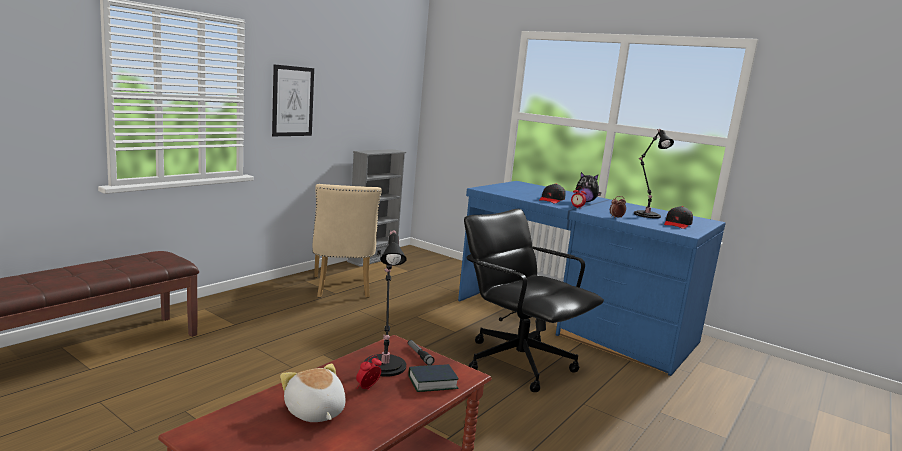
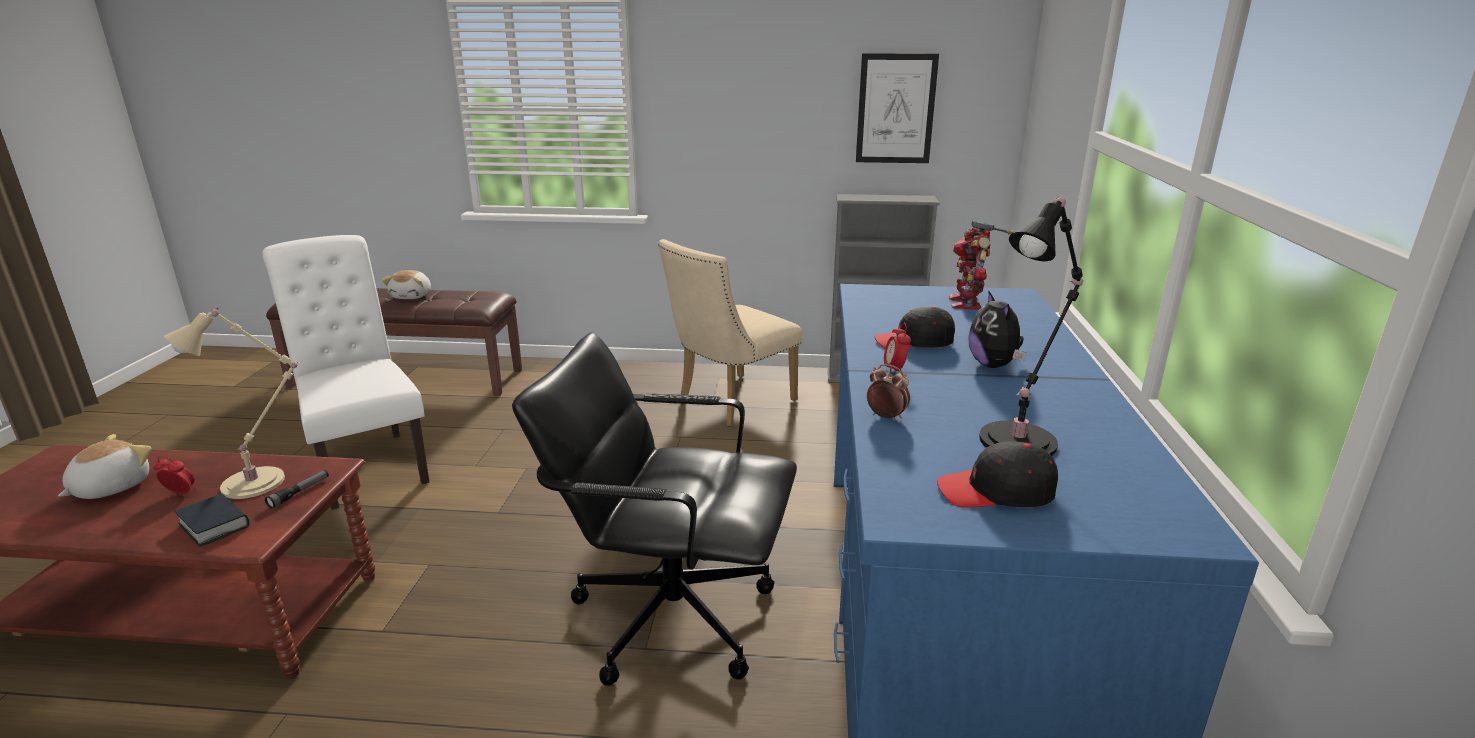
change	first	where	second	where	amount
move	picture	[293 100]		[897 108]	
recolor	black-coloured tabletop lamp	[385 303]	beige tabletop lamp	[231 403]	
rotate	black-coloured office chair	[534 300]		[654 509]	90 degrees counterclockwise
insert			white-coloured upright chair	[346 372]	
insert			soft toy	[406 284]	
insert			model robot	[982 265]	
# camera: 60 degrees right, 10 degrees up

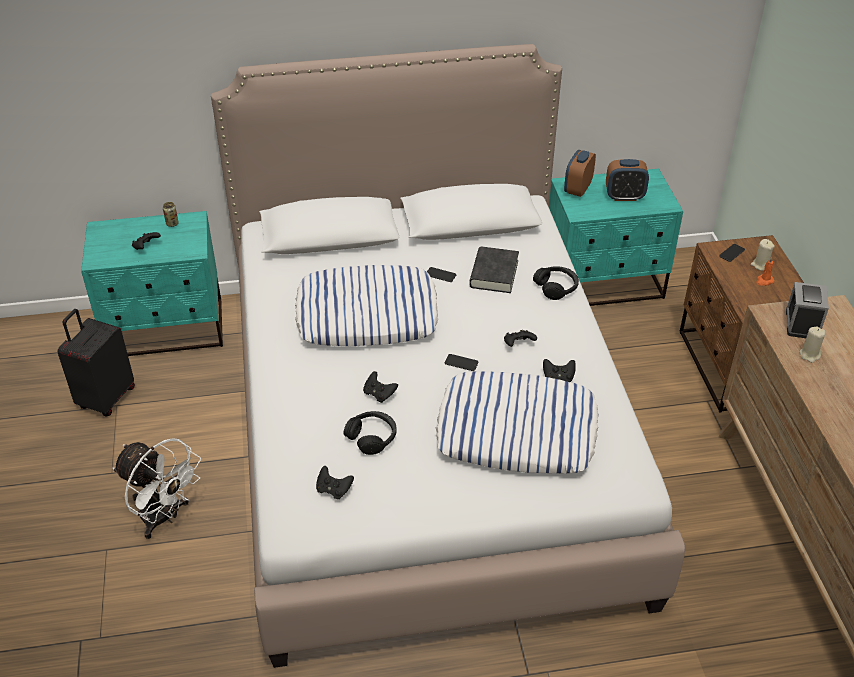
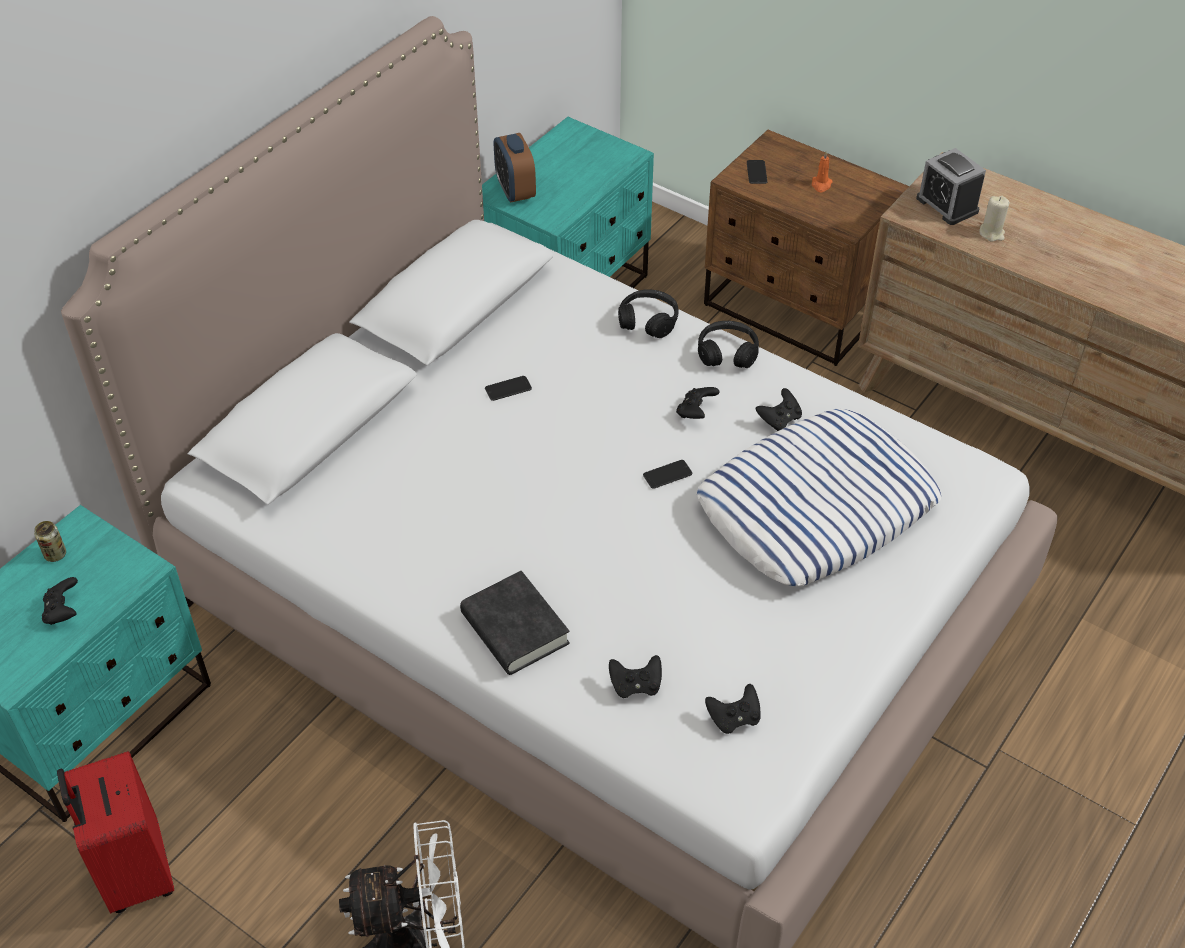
change	first	where	second	where	amount
recolor	black-coloured travel case	[96 362]	reddish travel case	[115 832]	
delete	pillow	[367 305]			
move	black-coloured headset	[370 433]		[728 344]	
move	black-coloured game controller	[380 387]		[635 676]	
move	black-coloured volume	[494 270]		[515 623]	
delete	alarm clock	[627 180]			
delete	beige wax candle	[763 255]			
# camera: 45 degrees left, 5 degrees up

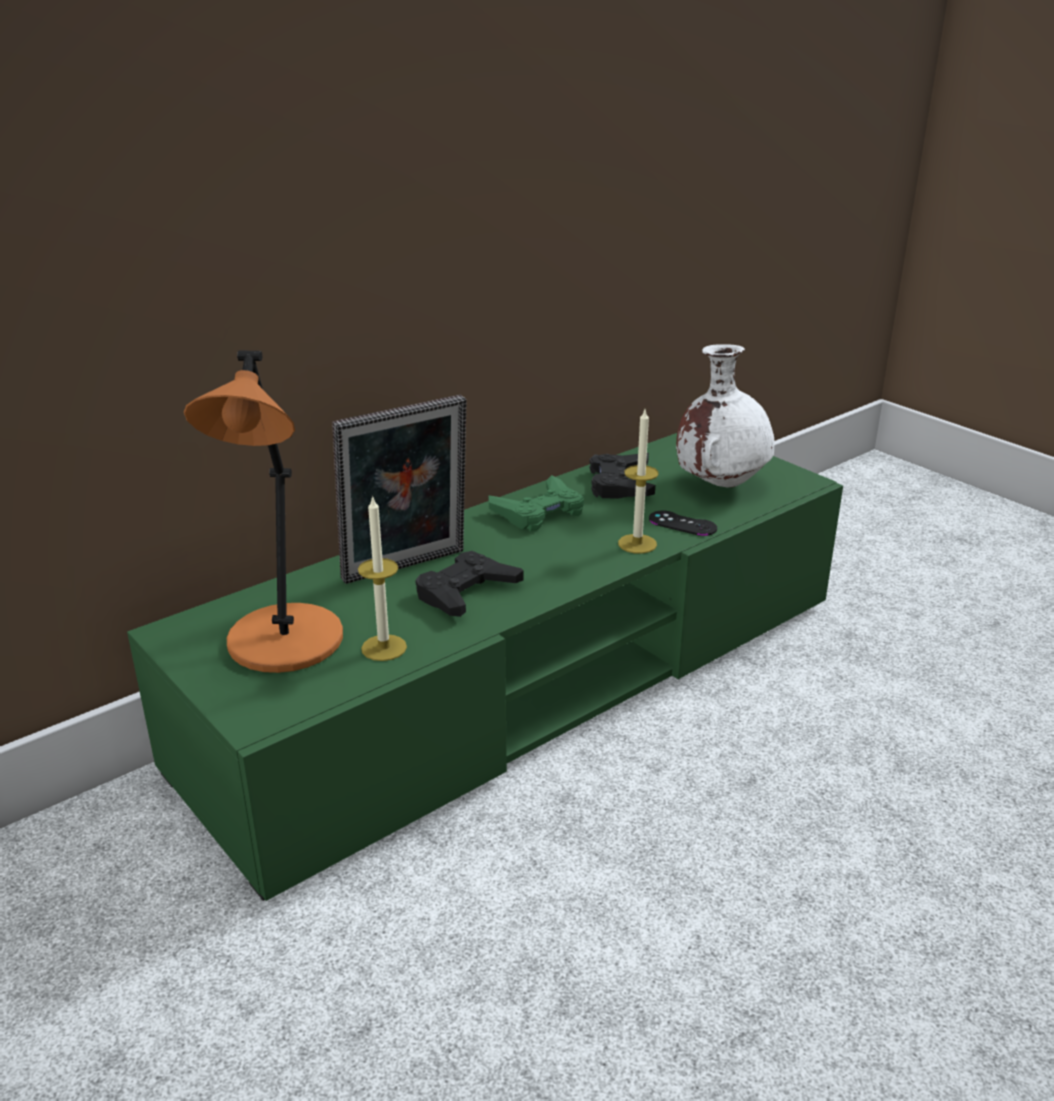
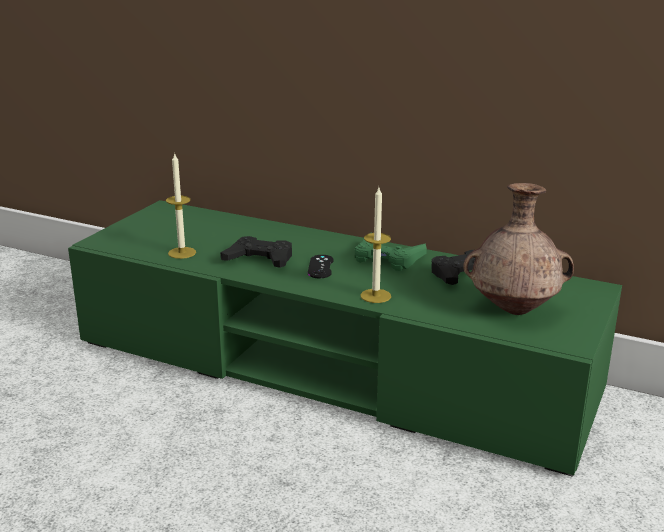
change	first	where	second	where	amount
delete	orangey tabletop lamp	[263 511]			
delete	picture frame	[399 489]			
move	black-coloured game controller	[683 523]		[321 266]	
recolor	white-coloured vase	[725 415]	brown vase	[518 249]	
# camera: 65 degrees right, 5 degrees down

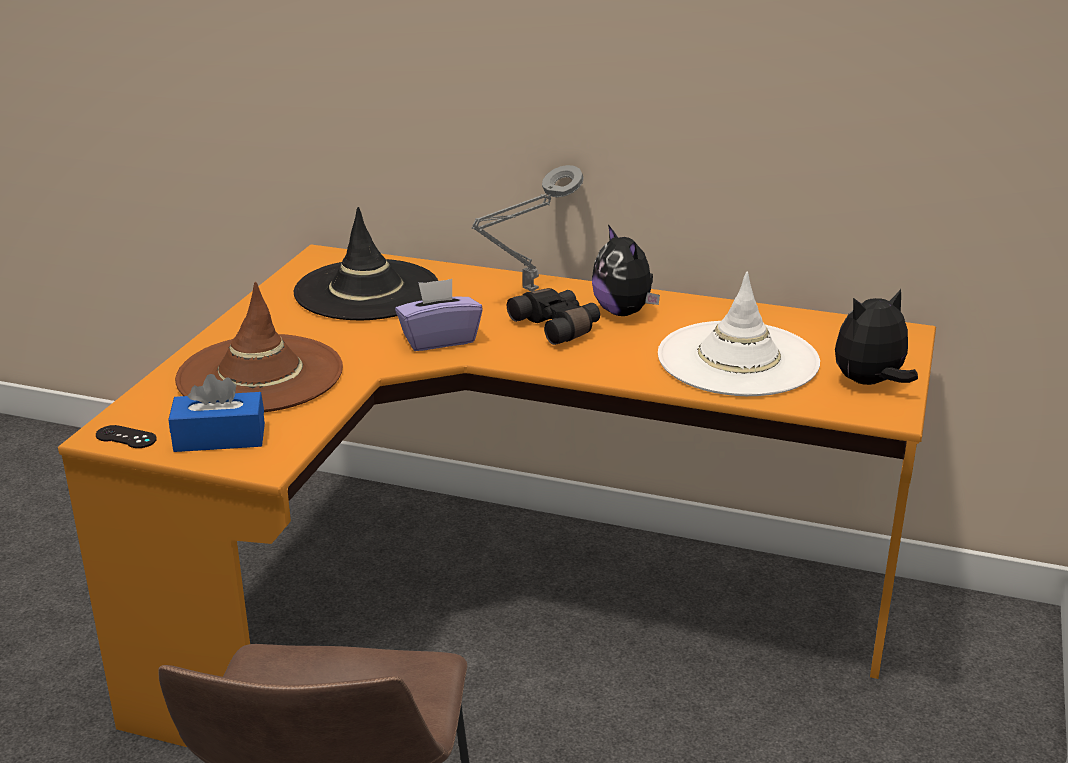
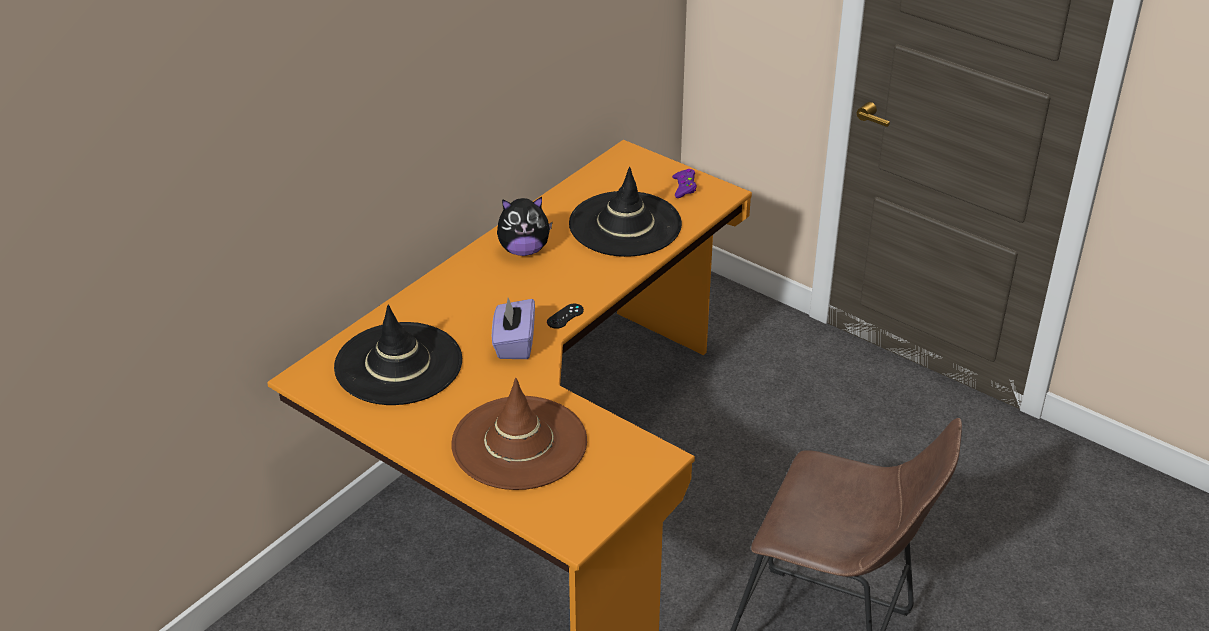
change	first	where	second	where	amount
move	black-coloured game controller	[126 436]		[565 316]	
delete	bluish tissue box	[216 413]			
delete	greyish tabletop lamp	[527 228]			
delete	black-coloured field glasses	[553 316]			
recolor	white-coloured clothing hat	[739 334]	black-coloured clothing hat	[625 212]	
replace	soft toy	[876 337]	purple game controller	[684 183]	
# camera: 70 degrees left, 10 degrees up

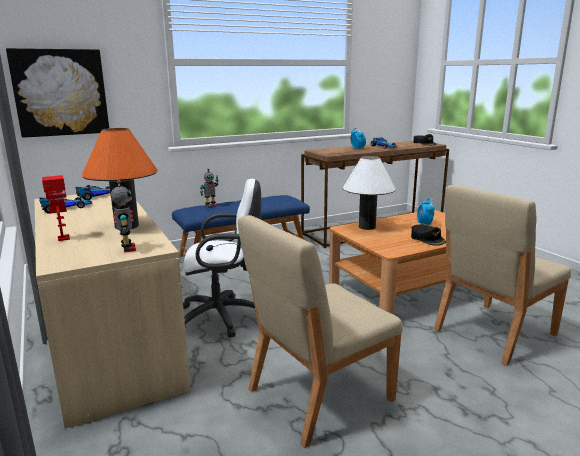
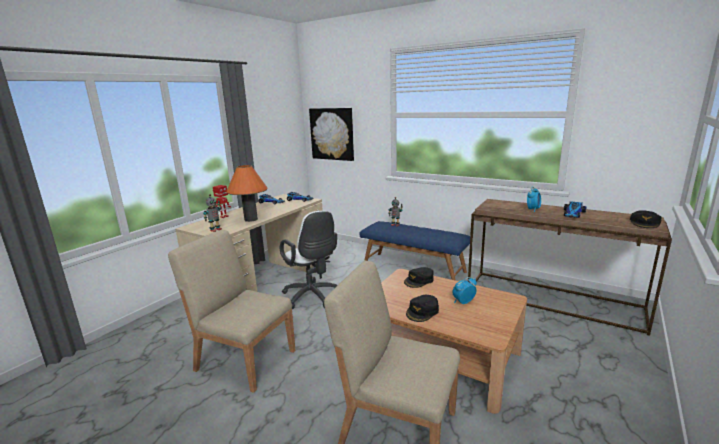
change	first	where	second	where	amount
replace	white-coloured tabletop lamp	[369 193]	black-coloured baseball cap	[419 277]	
# camera: 60 degrees right, 0 degrees up

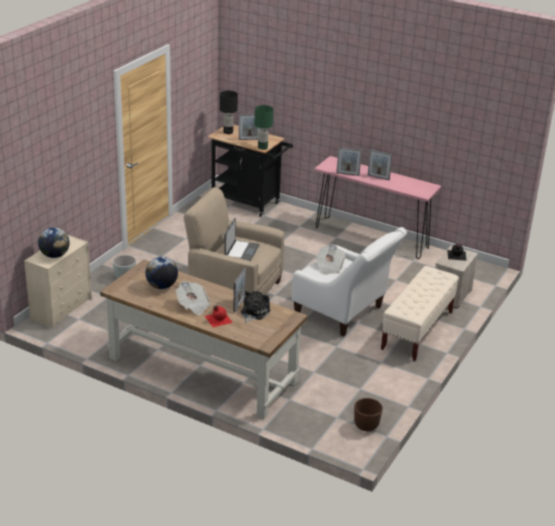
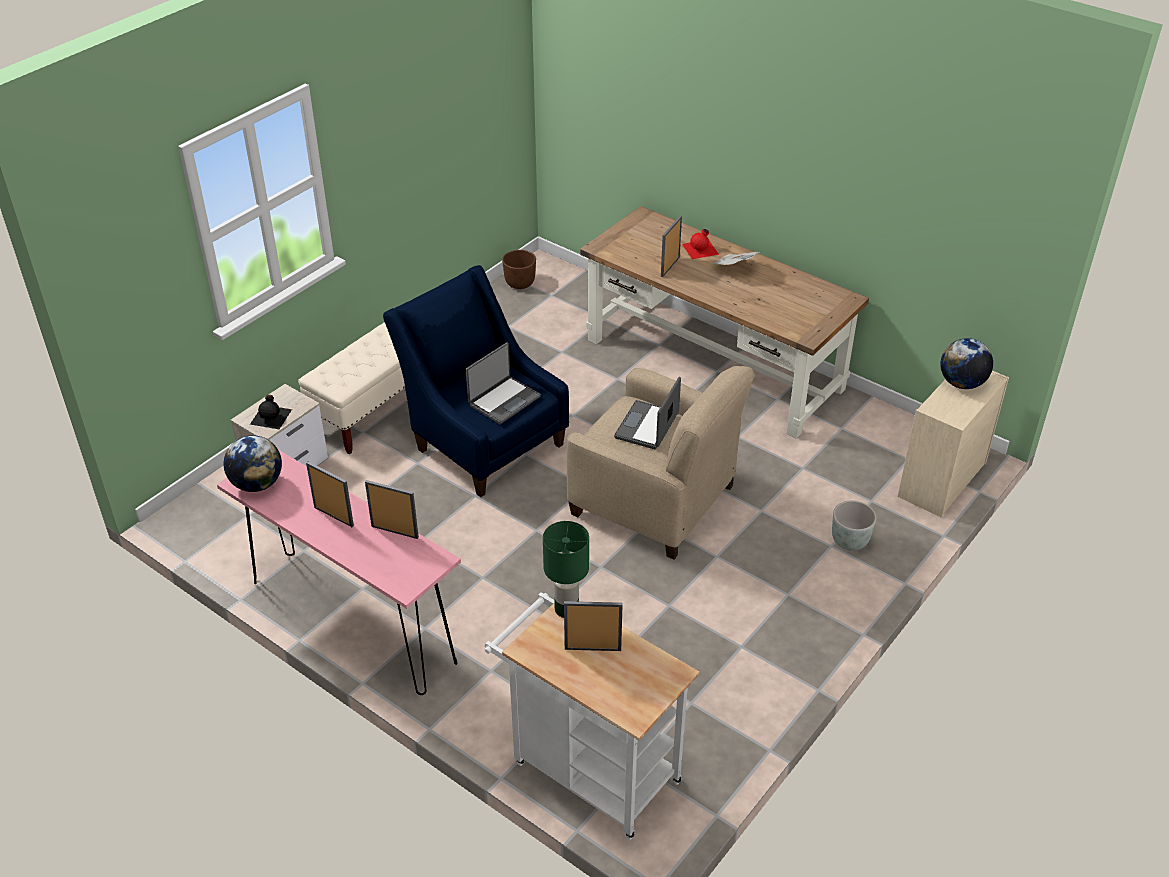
change	first	where	second	where	amount
move	desk globe	[161 273]		[252 463]	
recolor	black-coloured wheeled cart	[250 171]	white-coloured wheeled cart	[591 716]	
delete	black-coloured tabletop lamp	[229 112]			
delete	soft toy	[256 307]			
recolor	white-coloured easy chair	[349 282]	bluish easy chair	[476 381]	
replace	printed paper	[331 259]	notebook computer	[503 383]	
# camera: 170 degrees left, 10 degrees up

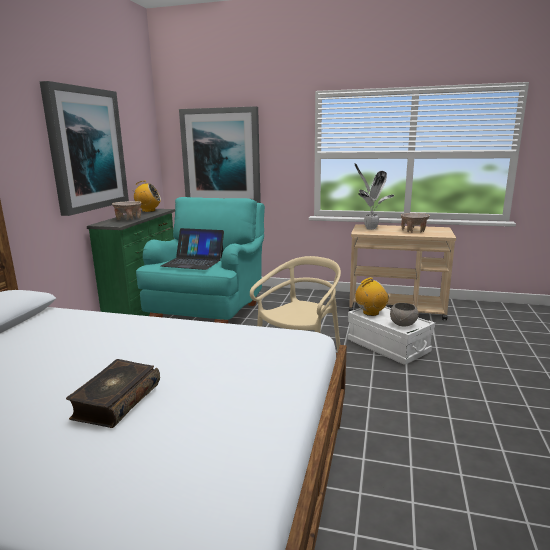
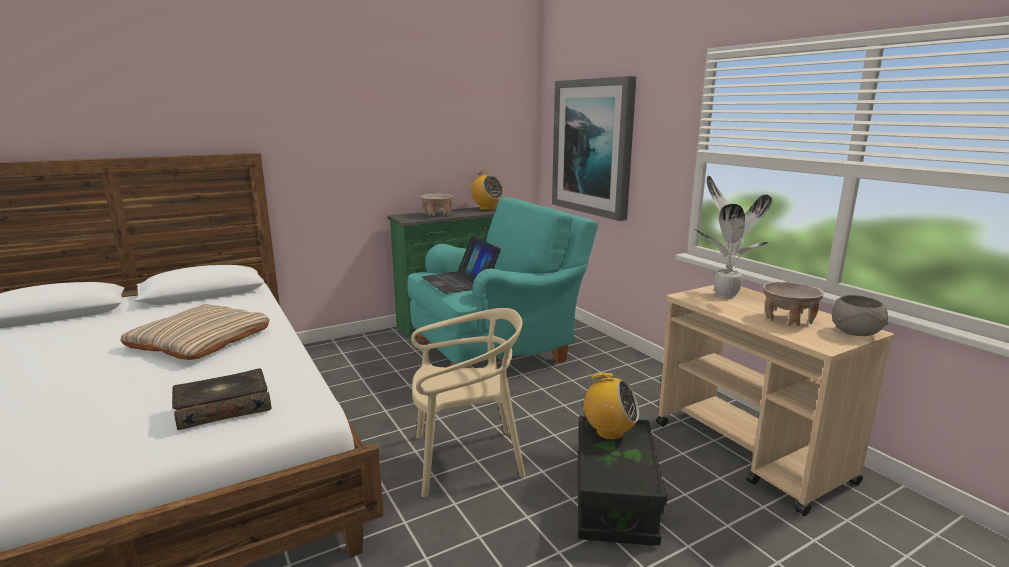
change	first	where	second	where	amount
delete	picture	[84 148]			
move	volume	[113 393]		[221 399]	
recolor	white-coloured storage bin	[391 335]	black-coloured storage bin	[622 481]	
move	greyish bowl	[404 315]		[860 315]	
insert			beige pillow	[195 332]	
# camera: 45 degrees right, 0 degrees up

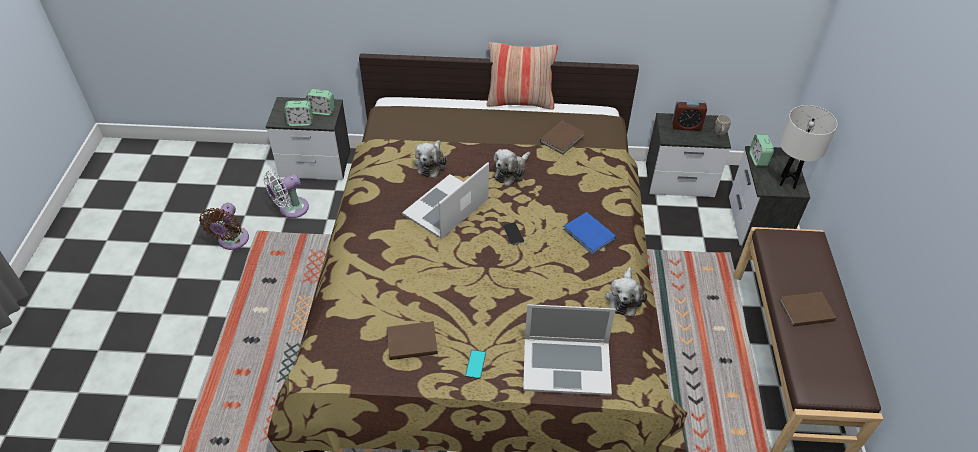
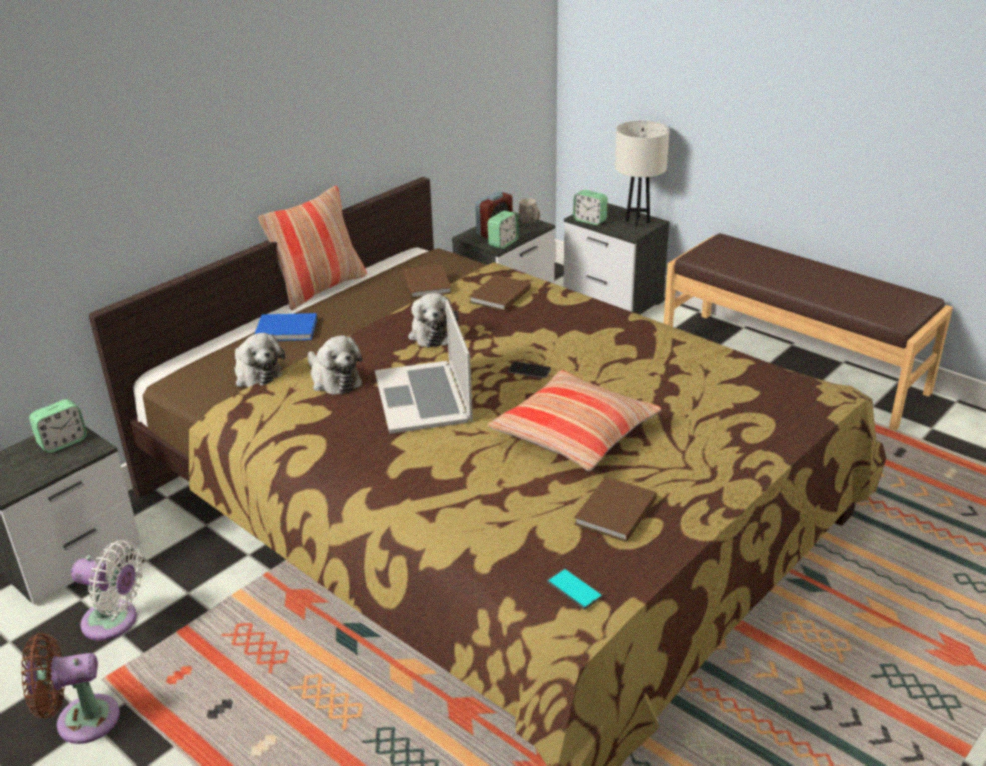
change	first	where	second	where	amount
rotate	brown electric fan	[224 226]		[70 688]	120 degrees clockwise
rotate	white-coloured electric fan	[286 194]		[107 590]	75 degrees counterclockwise
move	alarm clock	[298 113]		[503 230]	
move	telephone	[475 364]		[574 589]	
delete	notebook computer	[569 350]			
move	bluish volume	[589 233]		[286 327]	
move	soft toy	[626 291]		[259 360]	
move	brown volume	[807 309]		[500 293]	
insert			pillow	[574 420]	
# camera: 50 degrees left, 15 degrees down

